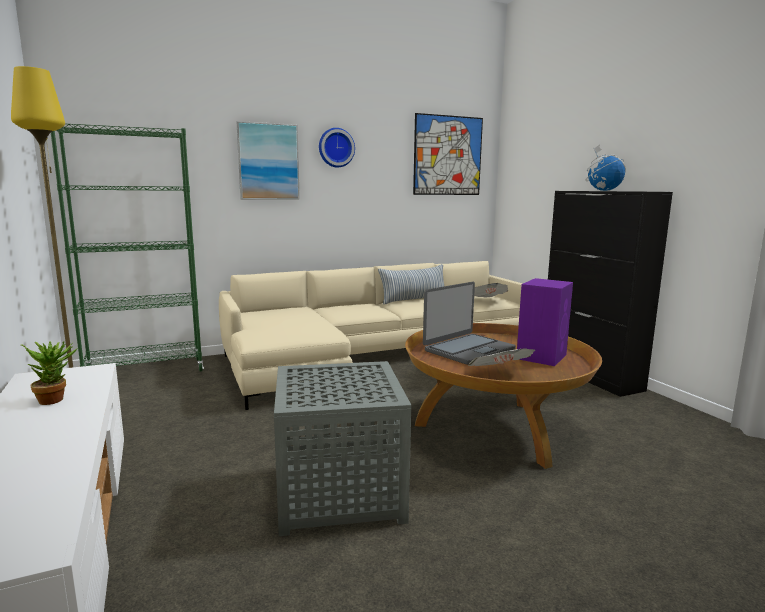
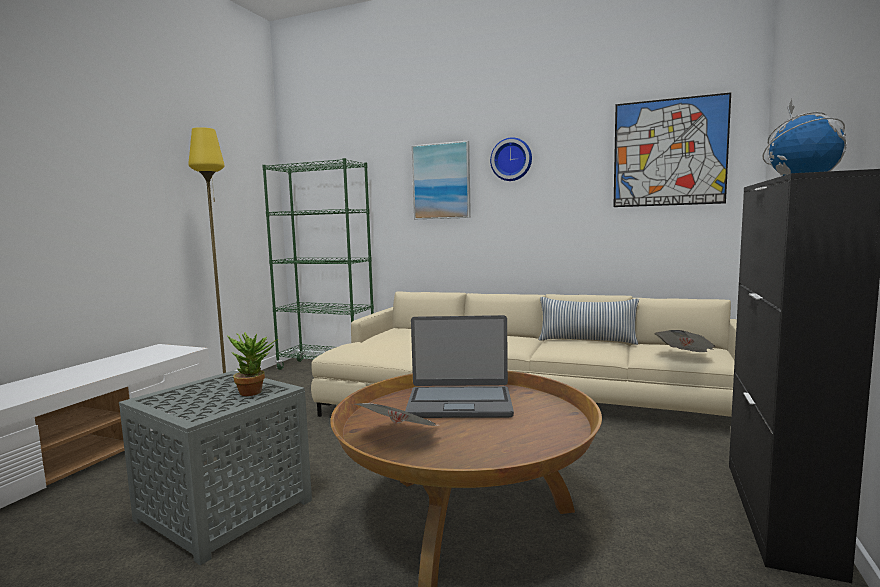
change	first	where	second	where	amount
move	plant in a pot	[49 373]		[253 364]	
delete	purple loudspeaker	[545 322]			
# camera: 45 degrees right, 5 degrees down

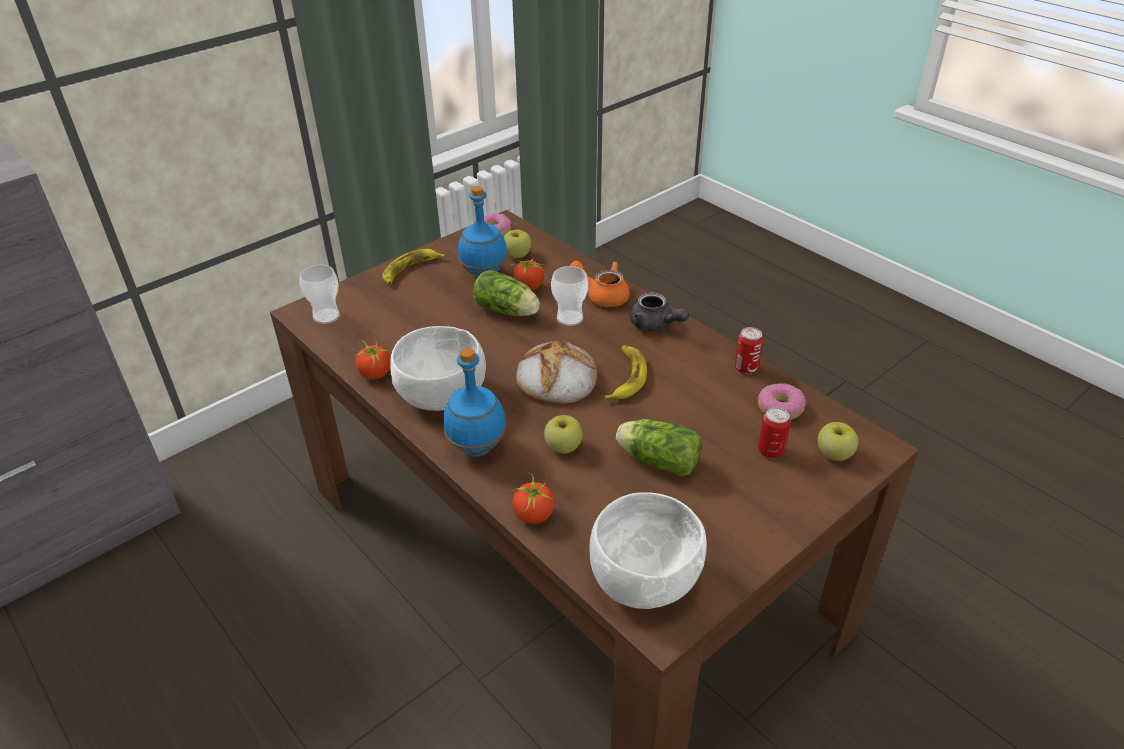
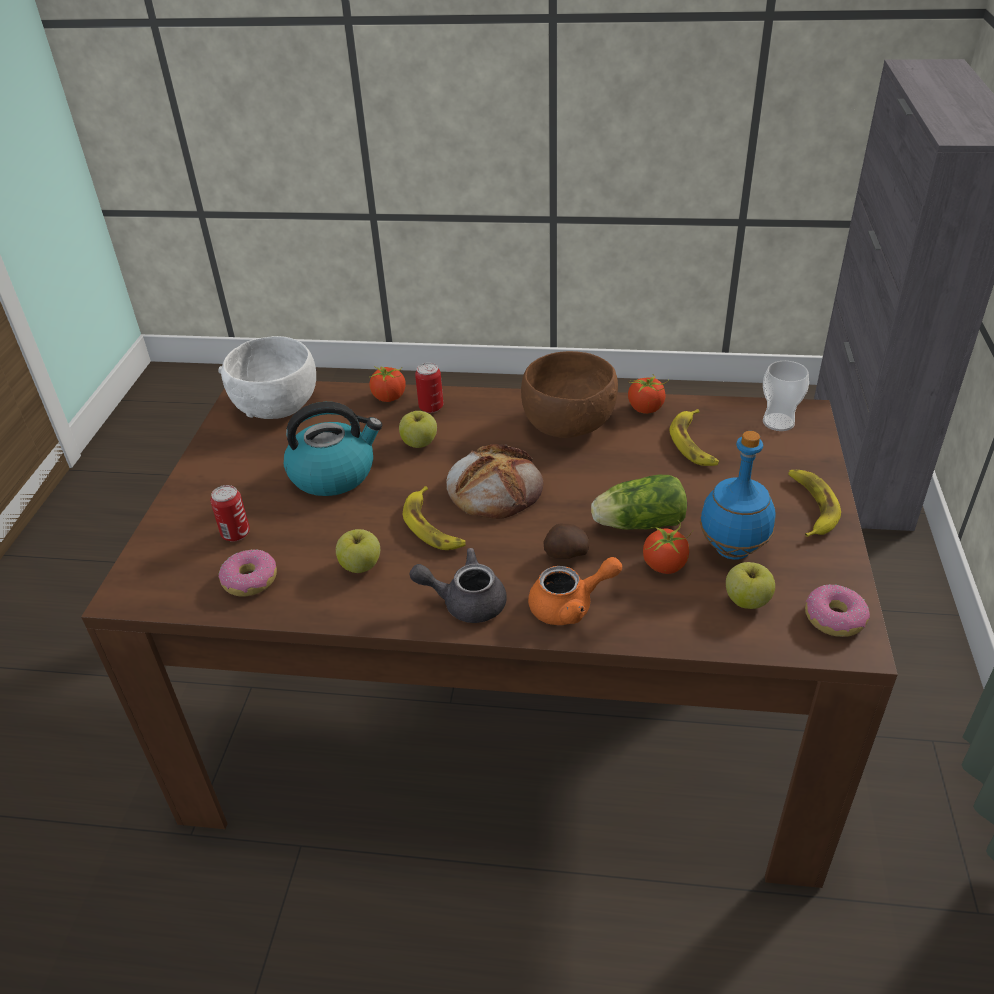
change	first	where	second	where	amount
recolor	white-coloured bowl	[438 368]	brown bowl	[569 394]	
delete	bluish drink bottle	[474 402]			
replace	small cup	[570 296]	spud	[566 541]	
replace	lettuce head	[658 447]	tea kettle	[333 449]	
move	sealed can	[749 350]		[429 388]	
move	apple fruit	[838 441]		[358 551]	
insert			banana fruit	[694 437]	
# camera: 140 degrees right, 0 degrees up

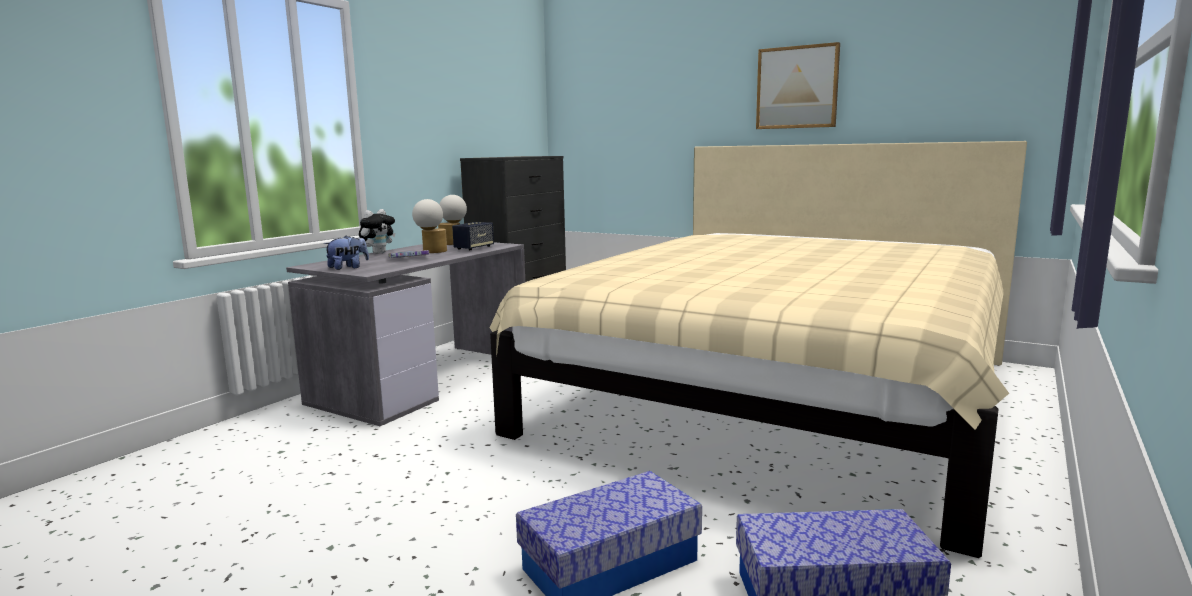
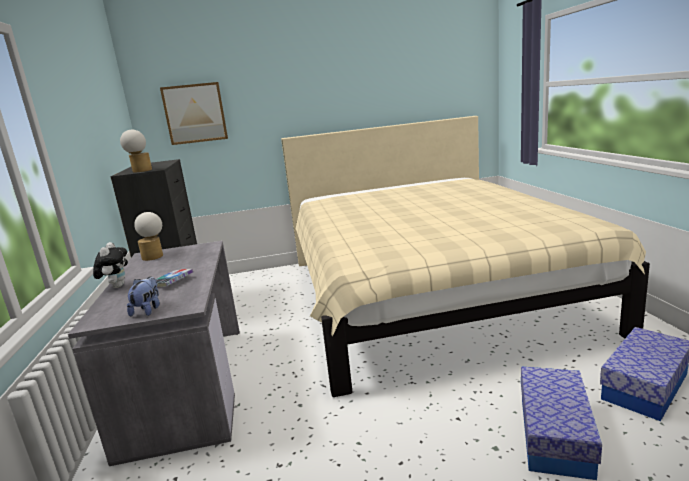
change	first	where	second	where	amount
move	tabletop lamp	[429 226]		[136 151]	
delete	loudspeaker	[473 236]			
move	picture	[798 85]		[194 113]	
# camera: 40 degrees left, 5 degrees up

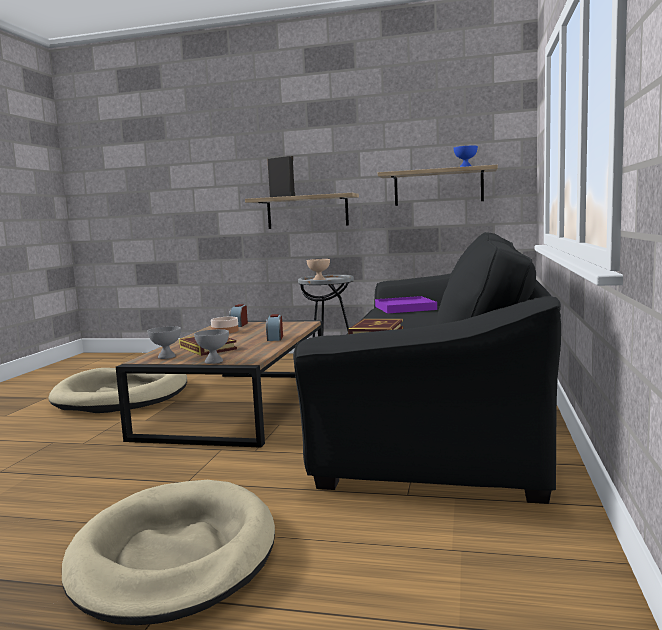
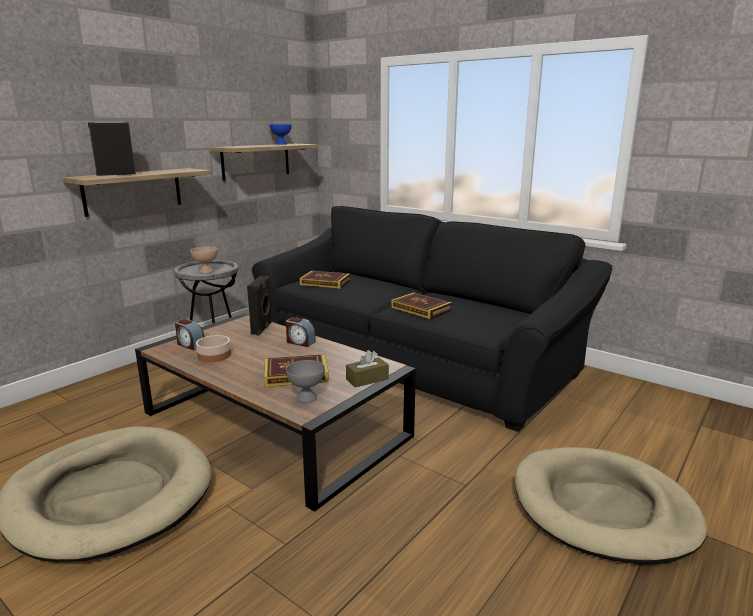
change	first	where	second	where	amount
replace	greyish bowl	[211 346]	brown tissue box	[367 369]	
replace	purple serving tray	[406 305]	volume	[325 279]	
insert			black-coloured loudspeaker	[259 305]	
# camera: 65 degrees left, 10 degrees up

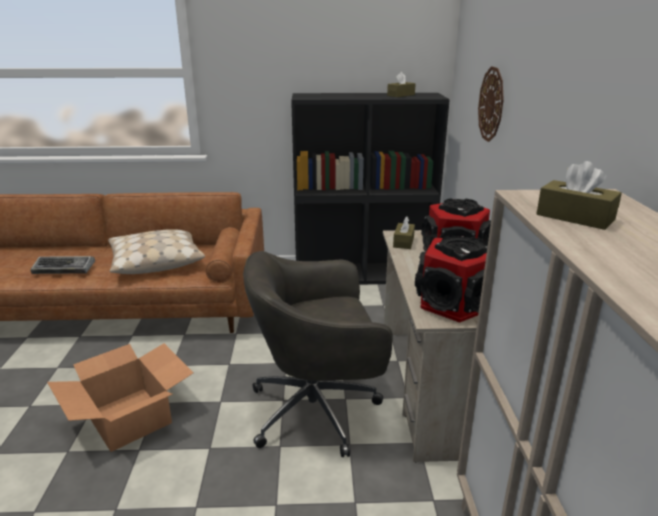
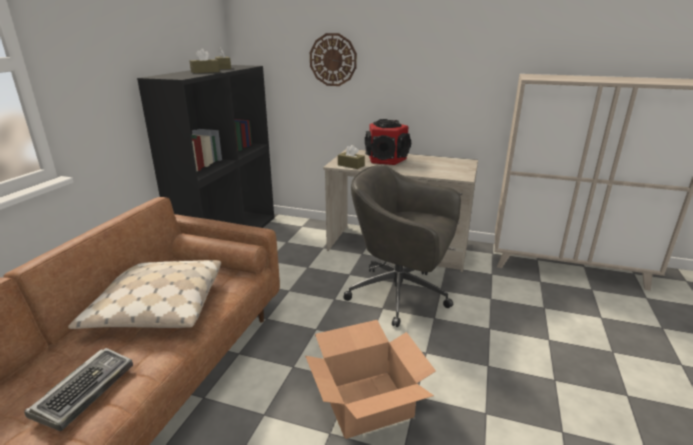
change	first	where	second	where	amount
rotate	greyish office chair	[318 354]		[402 246]	105 degrees clockwise
delete	loudspeaker	[451 279]			
move	brown tissue box	[579 195]		[205 61]	
# camera: 70 degrees left, 0 degrees up

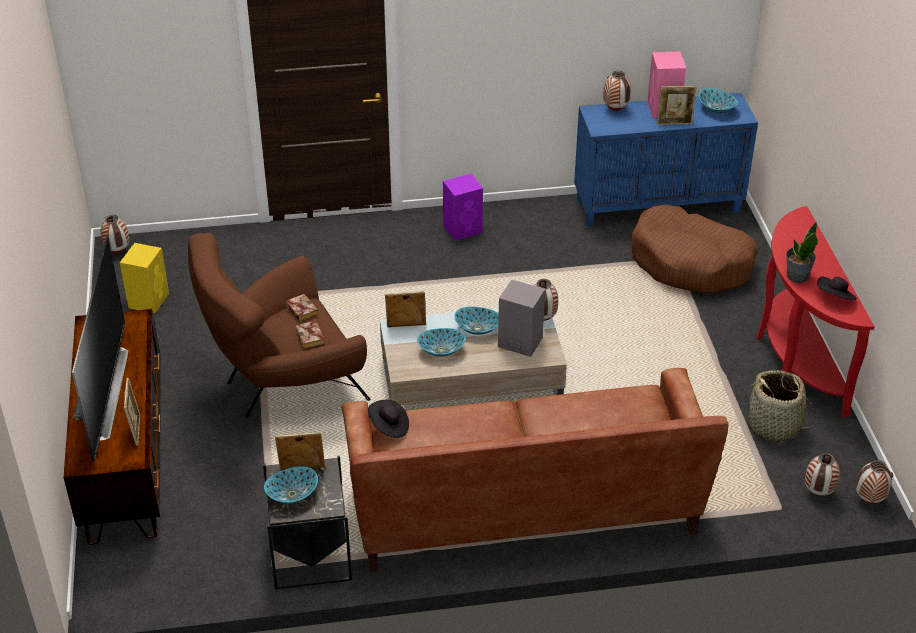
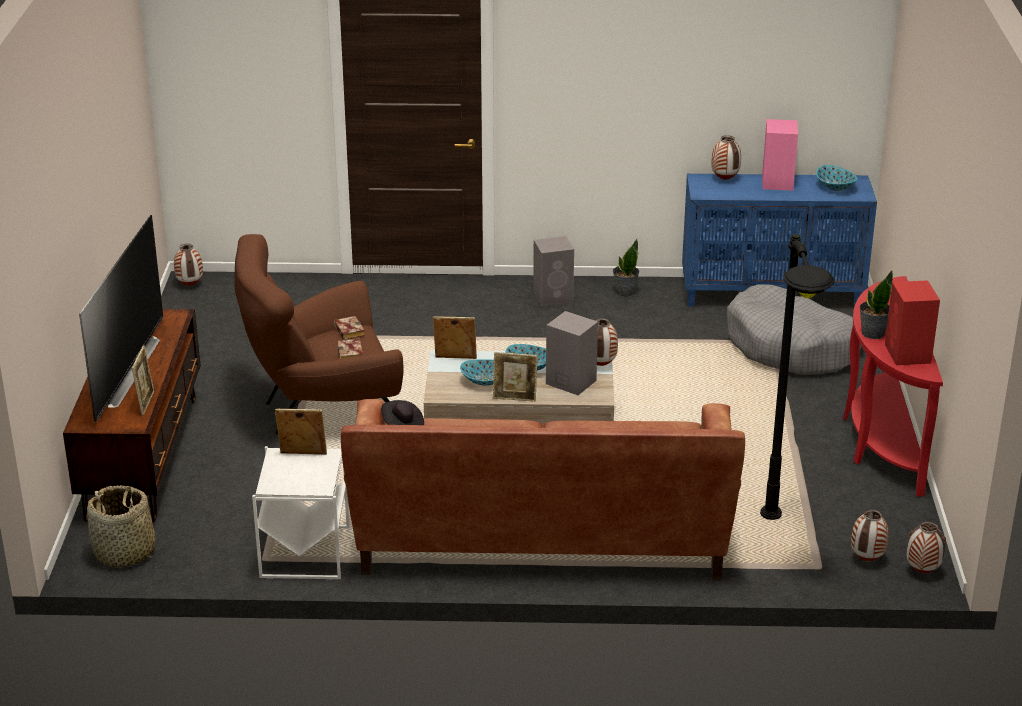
change	first	where	second	where	amount
delete	yellow loudspeaker	[144 278]			
recolor	black-coloured side table	[307 522]	white-coloured side table	[301 513]	
delete	bowl	[291 485]			
recolor	purple loudspeaker	[463 207]	greyish loudspeaker	[553 271]	
recolor	brown dog cushion	[695 249]	greyish dog cushion	[794 329]	
move	picture frame	[677 105]		[515 377]	
move	household basket	[779 406]		[121 526]	
replace	black-coloured clothing hat	[837 288]	reddish loudspeaker	[912 322]	
insert			plant in a pot	[626 268]	
insert			black-coloured floor lamp	[797 377]	
# camera: 10 degrees right, 10 degrees down

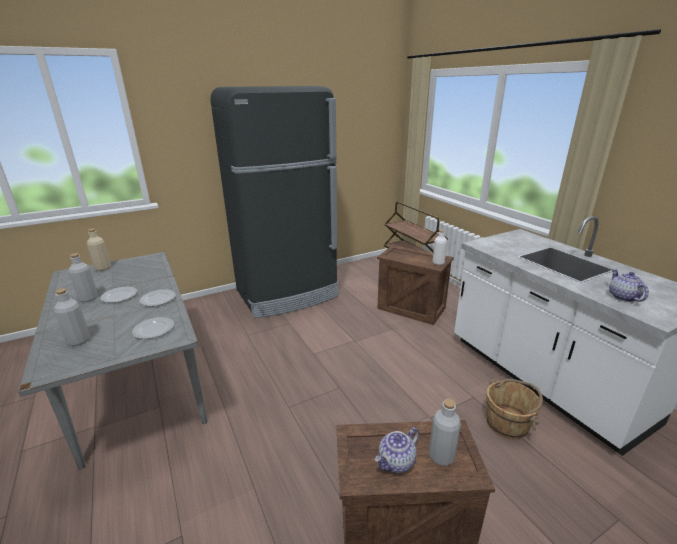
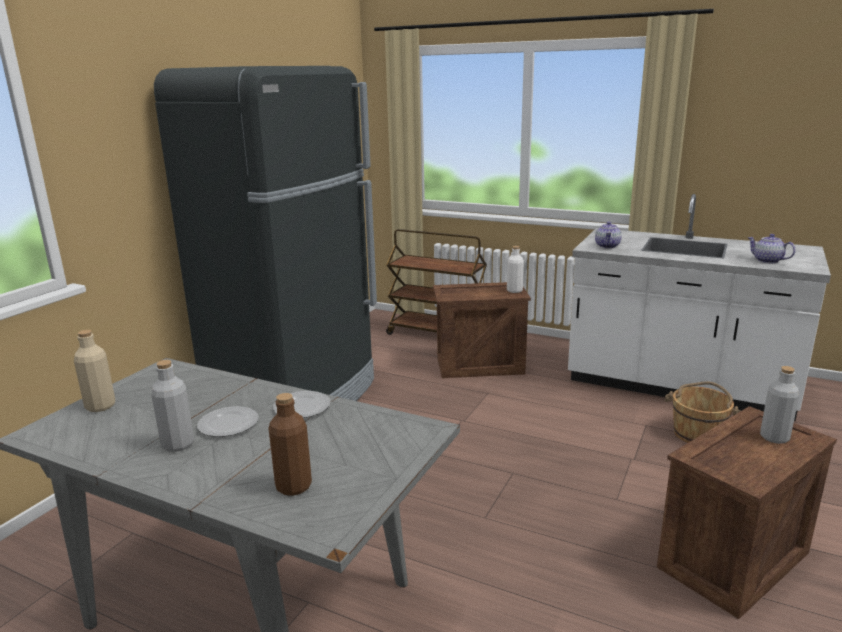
change	first	where	second	where	amount
recolor	greyish drink bottle	[72 317]	brown drink bottle	[290 444]	
delete	flat dish	[153 328]			
move	teapot	[397 450]		[608 235]	
# camera: 35 degrees left, 5 degrees down

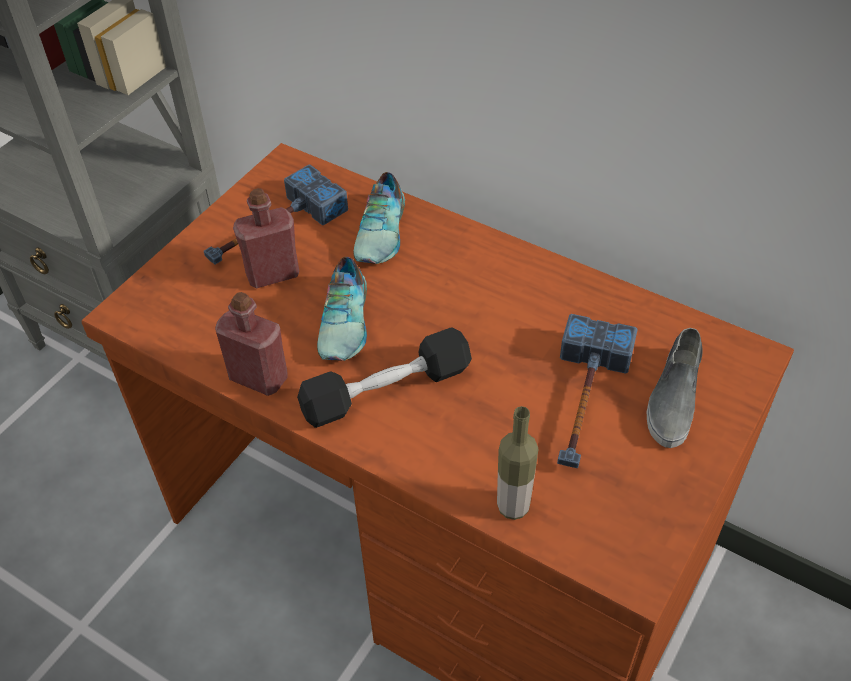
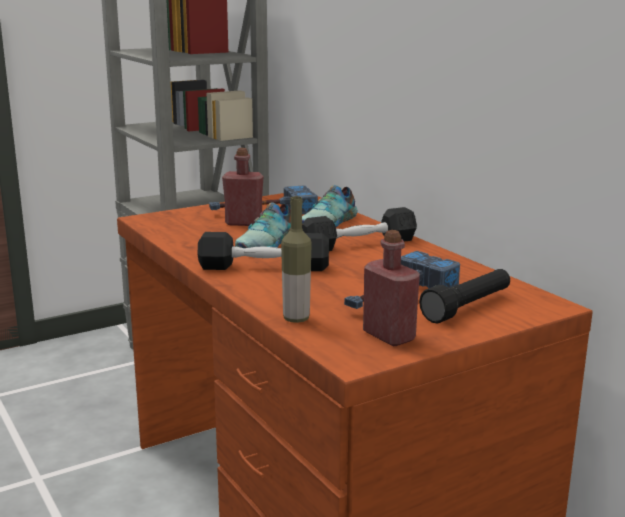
change	first	where	second	where	amount
move	reddish drink bottle	[251 344]		[391 288]	
replace	greyish shoe	[675 388]	black-coloured torch	[464 296]	
insert			black-coloured free weight	[359 229]	
# camera: 25 degrees right, 30 degrees down

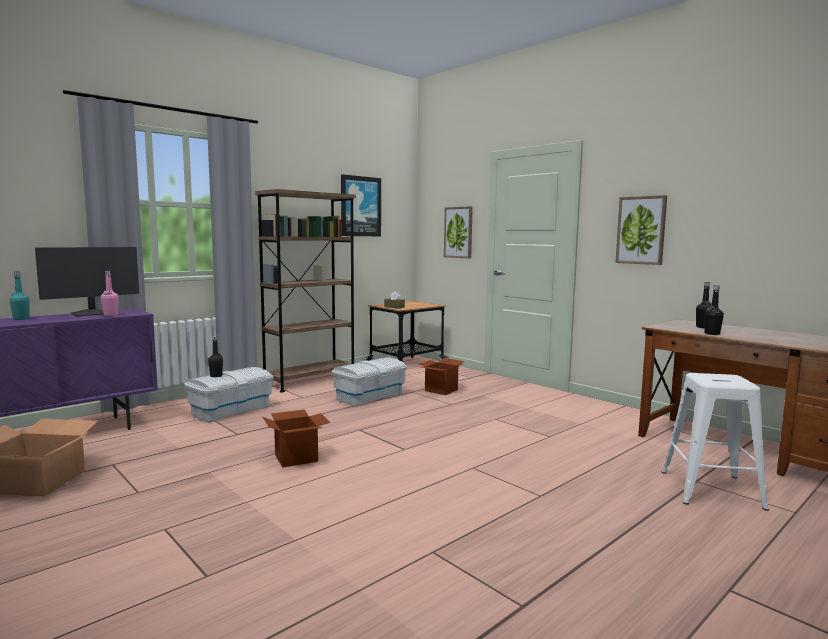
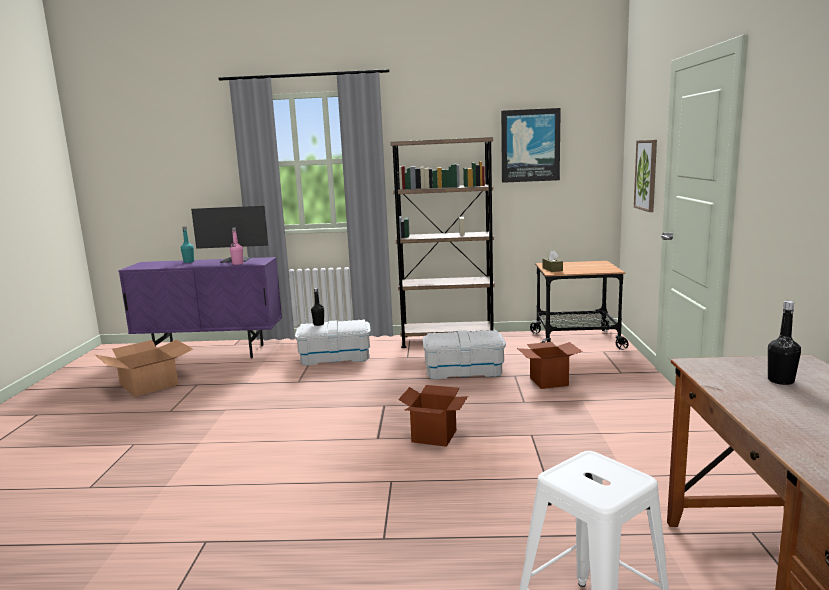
change	first	where	second	where	amount
move	cardboard box	[296 438]		[433 416]	
delete	picture	[641 230]			
delete	black-coloured drink bottle	[714 310]			
# camera: 45 degrees right, 5 degrees up

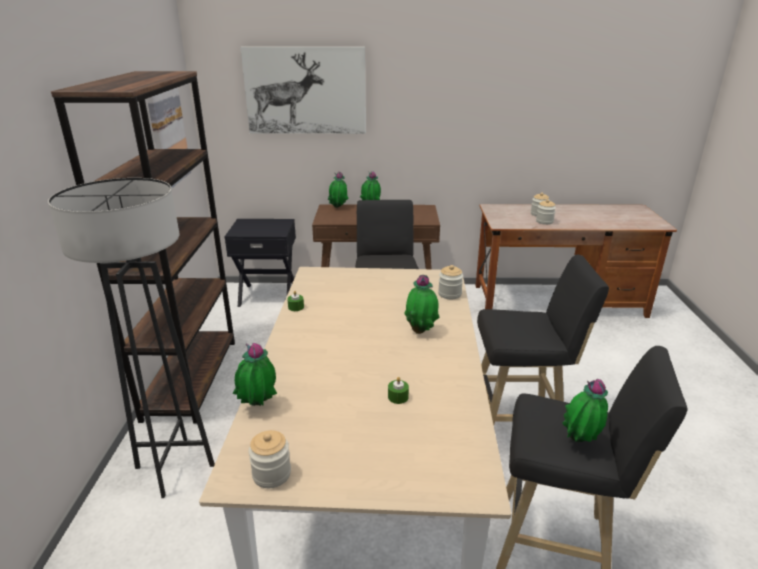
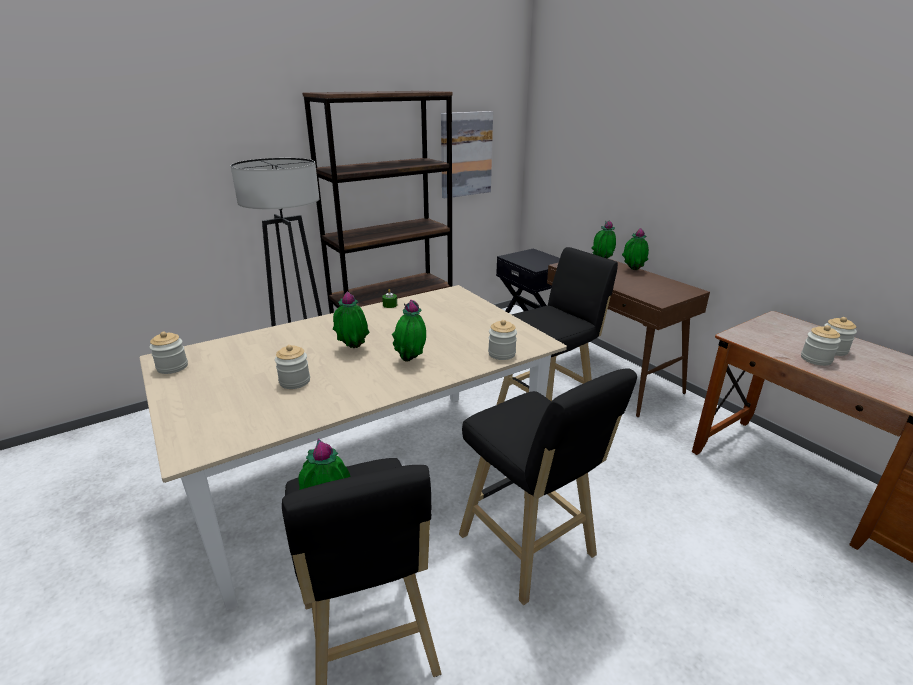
change	first	where	second	where	amount
move	plant in a pot	[255 374]		[351 319]	
delete	picture	[303 90]			
replace	greenish wax candle	[398 390]	preserve jar	[292 367]	
# camera: 55 degrees right, 0 degrees up

